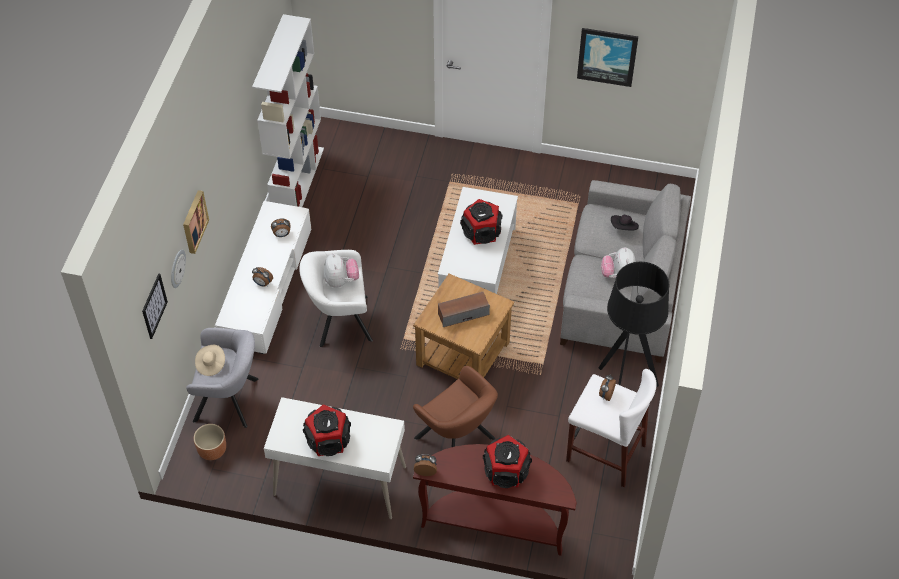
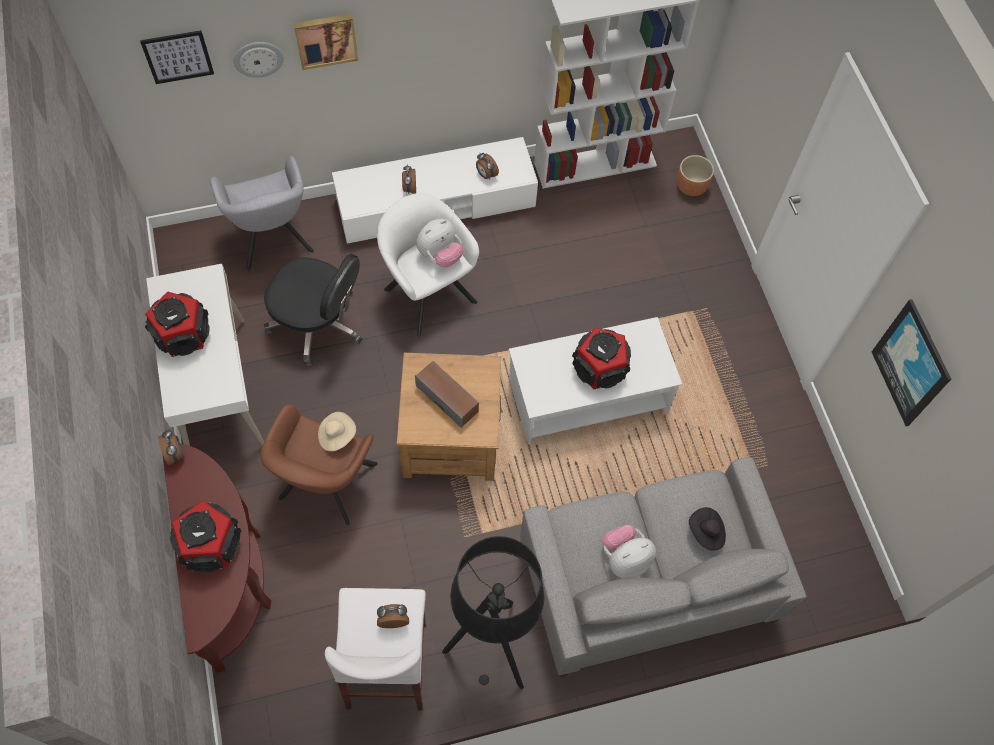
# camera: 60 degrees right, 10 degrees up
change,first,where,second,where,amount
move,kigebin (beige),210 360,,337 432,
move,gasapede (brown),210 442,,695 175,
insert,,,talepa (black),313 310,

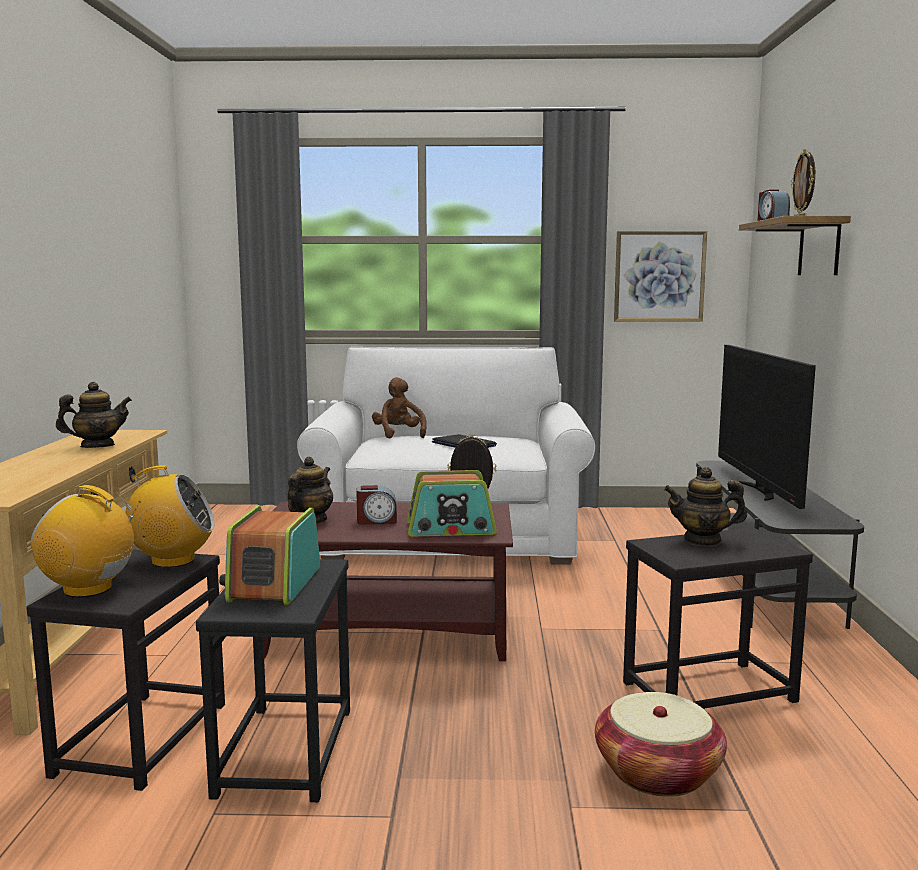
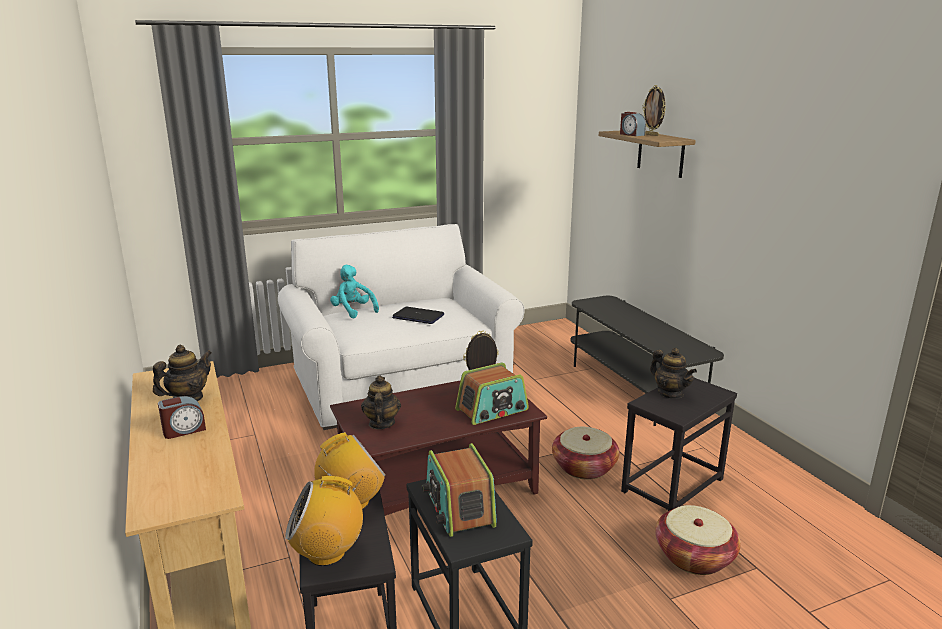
# camera: 25 degrees left, 10 degrees up
change,first,where,second,where,amount
delete,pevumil,660 276,,,
delete,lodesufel,767 427,,,
recolor,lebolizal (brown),399 408,lebolizal (turquoise),354 291,
rotate,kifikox,705 506,,673 373,105 degrees counterclockwise
move,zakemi,376 504,,182 417,
insert,,,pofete,586 453,

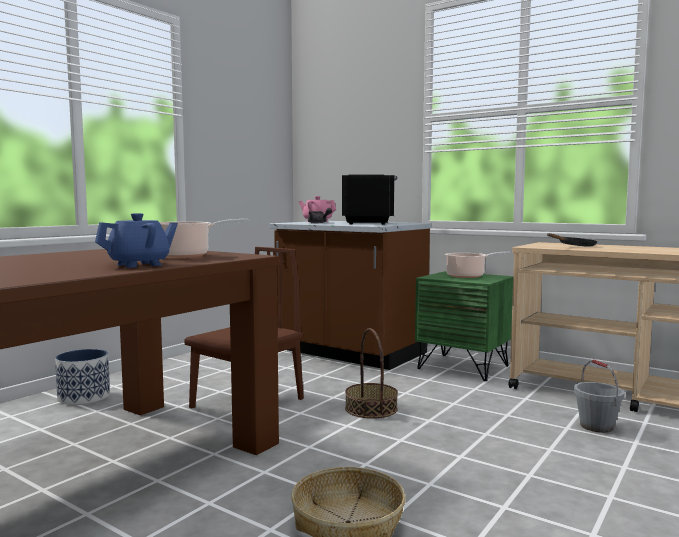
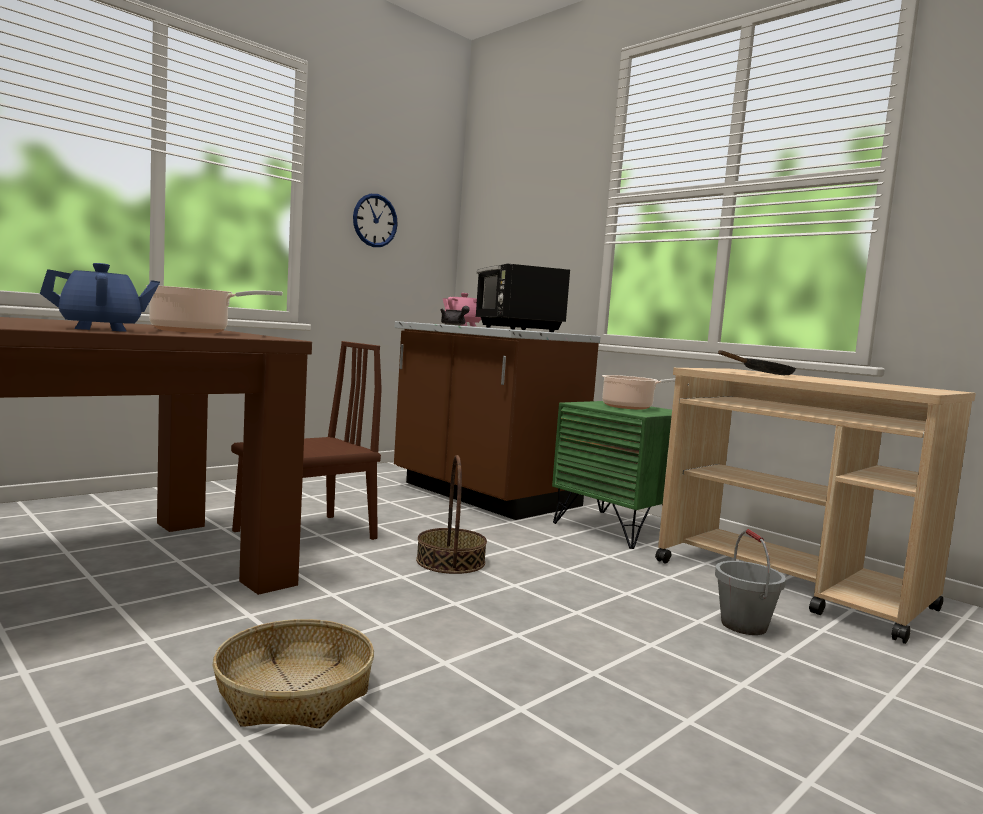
# camera: 10 degrees right, 0 degrees up
change,first,where,second,where,amount
rotate,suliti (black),369 200,,522 298,150 degrees clockwise
delete,gasapede,82 377,,,
insert,,,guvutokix,375 220,

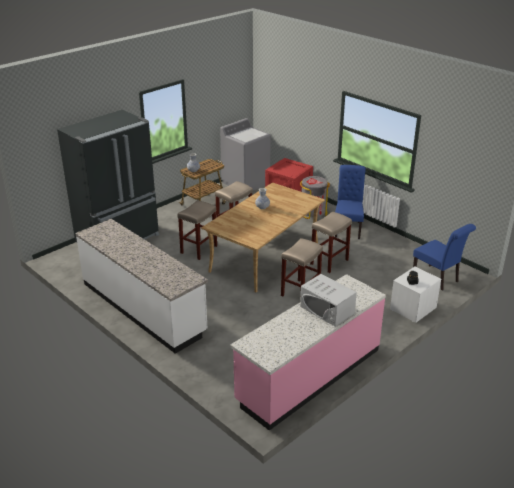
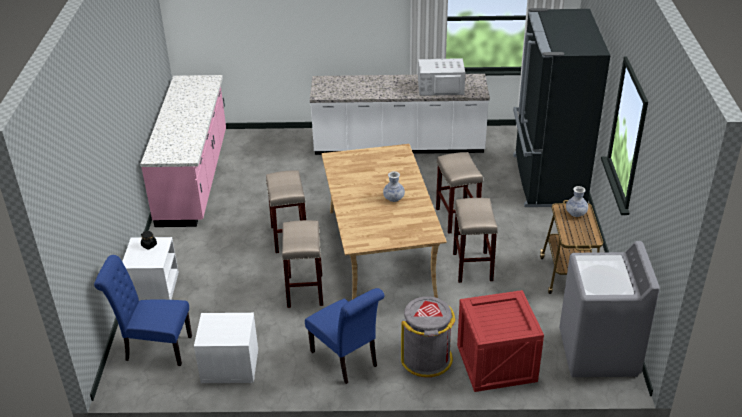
# camera: 135 degrees right, 5 degrees up
change,first,where,second,where,amount
move,suliti (white),328 300,,441 77,
insert,,,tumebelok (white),226 348,

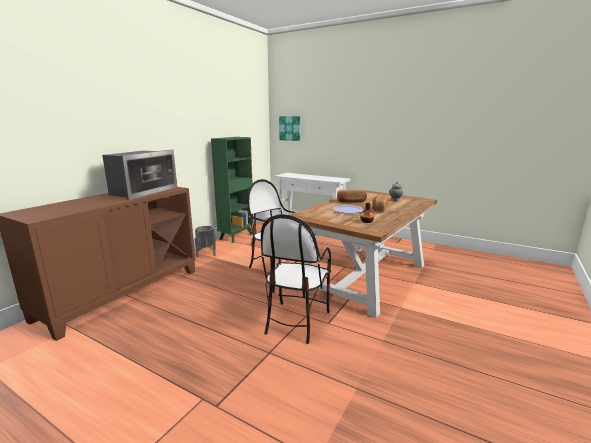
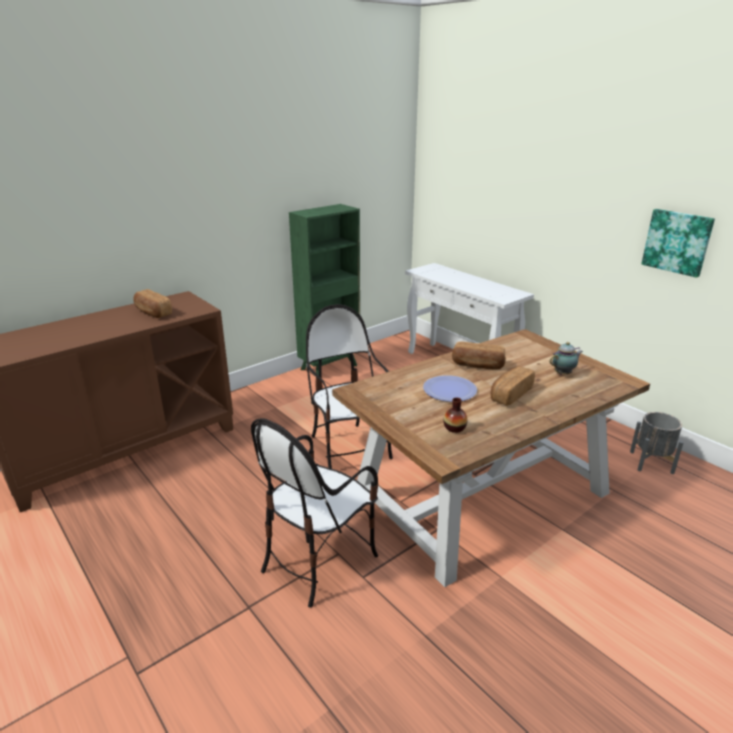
# camera: 20 degrees right, 10 degrees up
change,first,where,second,where,amount
move,pevumil,289 128,,678 243,
replace,suliti,139 175,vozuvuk,152 303,
move,gasapede (grey),205 241,,657 443,

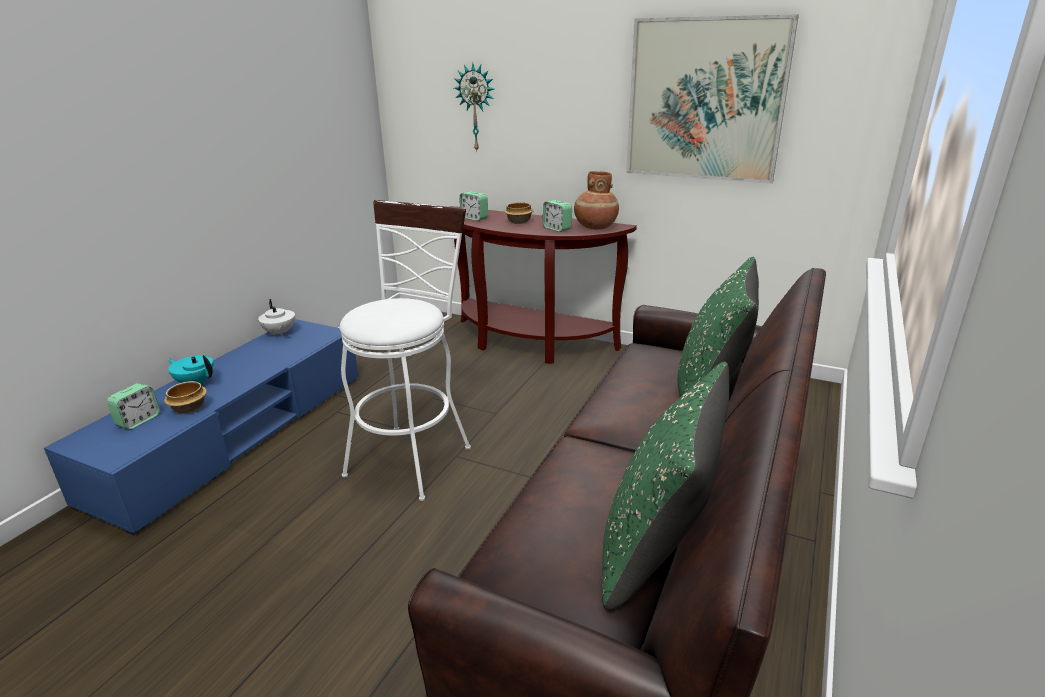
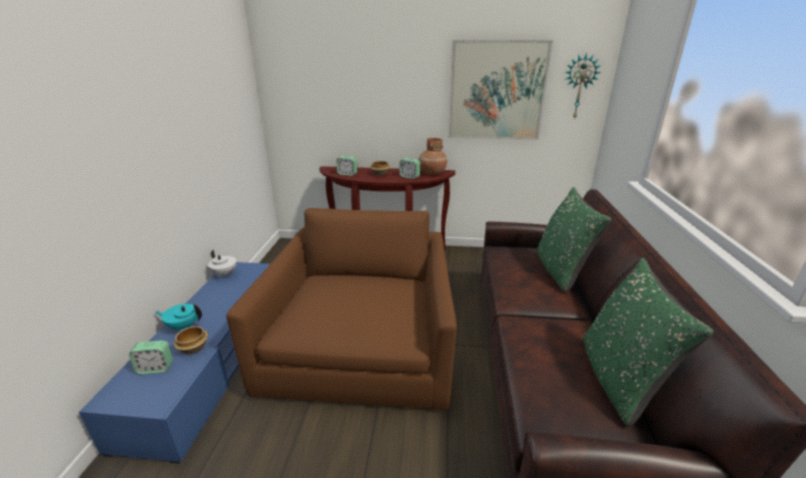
# camera: 20 degrees left, 0 degrees up
change,first,where,second,where,amount
move,guvutokix,474 108,,583 86,
replace,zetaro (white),405 350,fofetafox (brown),341 309,
rotate,zakemi,133 406,,151 357,75 degrees clockwise

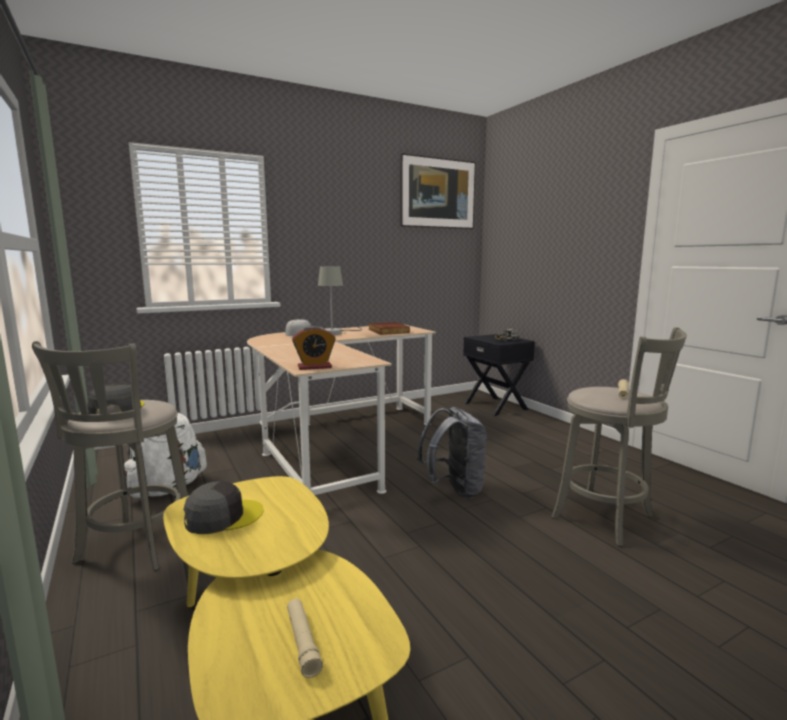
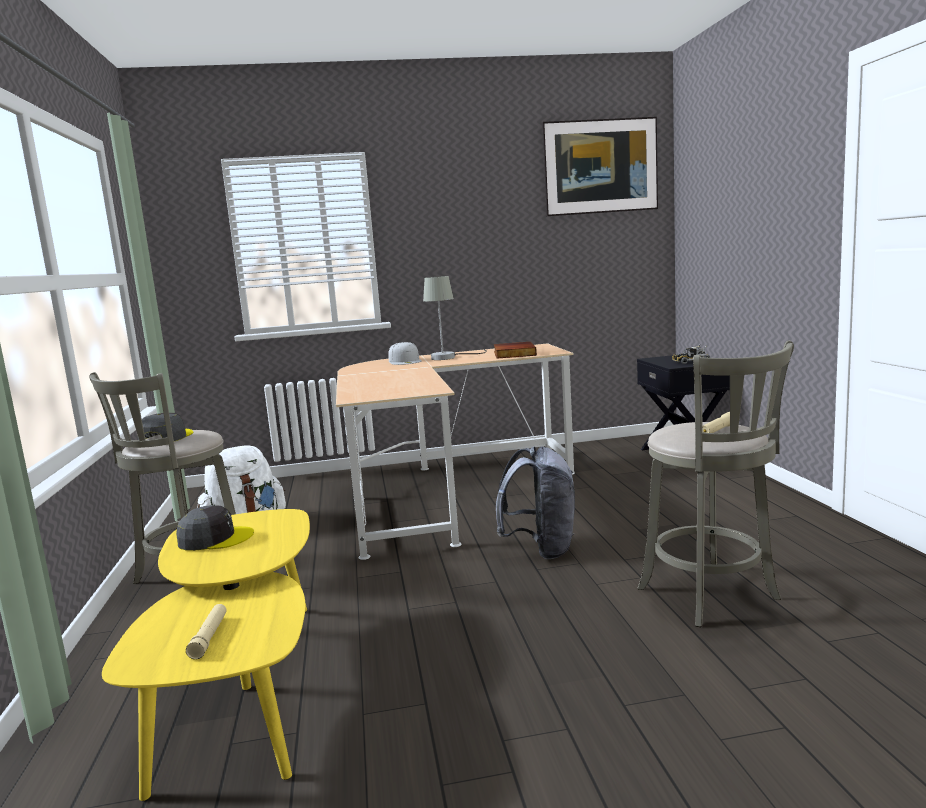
# camera: 20 degrees right, 0 degrees up
change,first,where,second,where,amount
delete,zakemi,314 348,,,

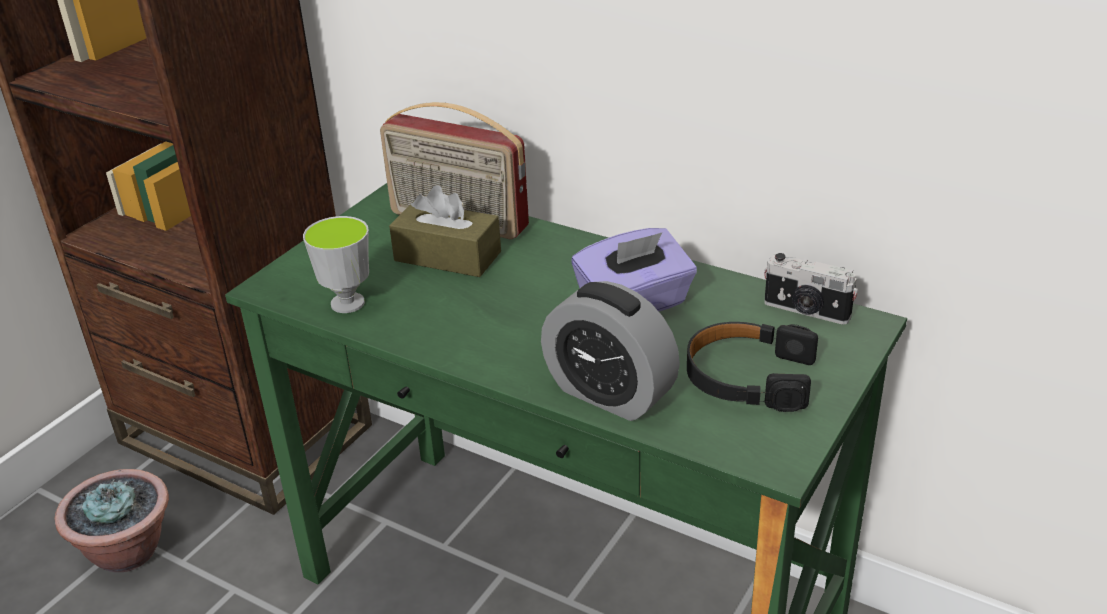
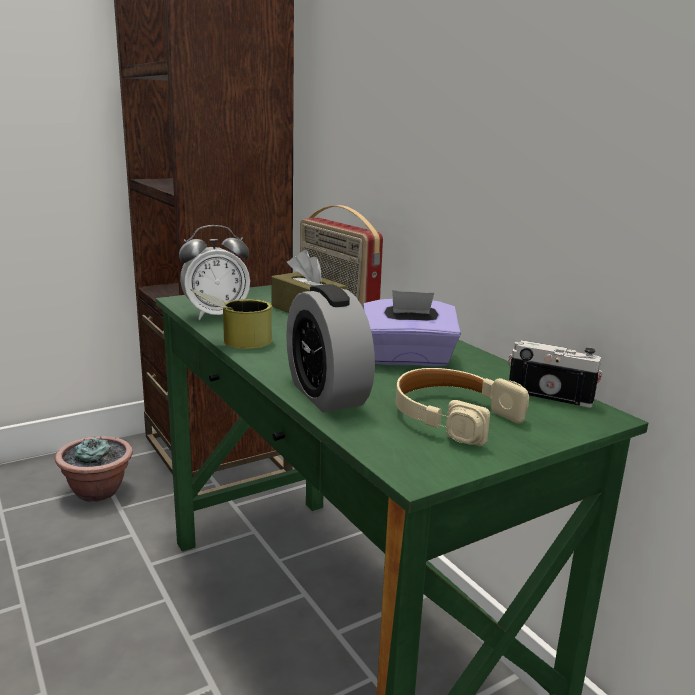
# camera: 25 degrees right, 15 degrees down
change,first,where,second,where,amount
replace,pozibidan,336 264,zakemi,214 272,
rotate,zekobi,811 289,,556 373,150 degrees clockwise
recolor,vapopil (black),752 367,vapopil (beige),462 407,
insert,,,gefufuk,231 319,

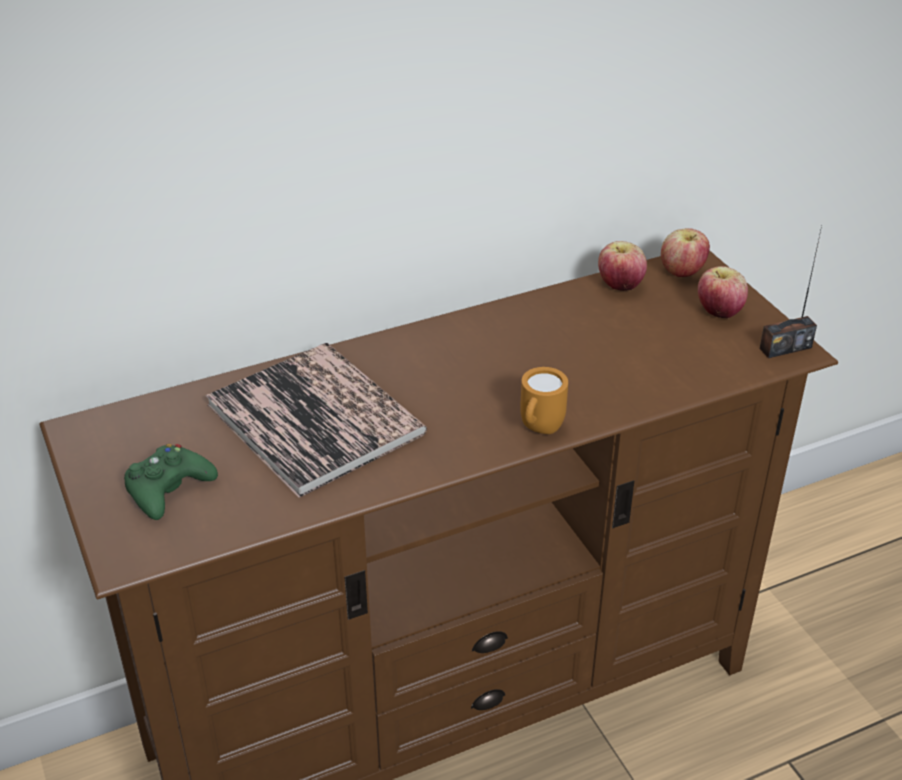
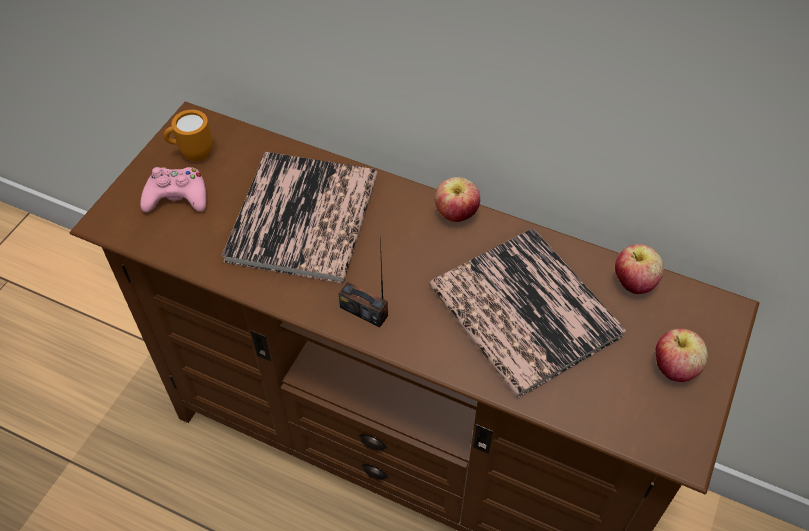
# camera: 50 degrees right, 15 degrees up
change,first,where,second,where,amount
move,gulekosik,791 292,,363 281,
move,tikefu,685 252,,457 199,
move,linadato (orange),544 400,,188 136,
recolor,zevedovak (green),171 482,zevedovak (pink),173 189,
insert,,,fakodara,527 313,

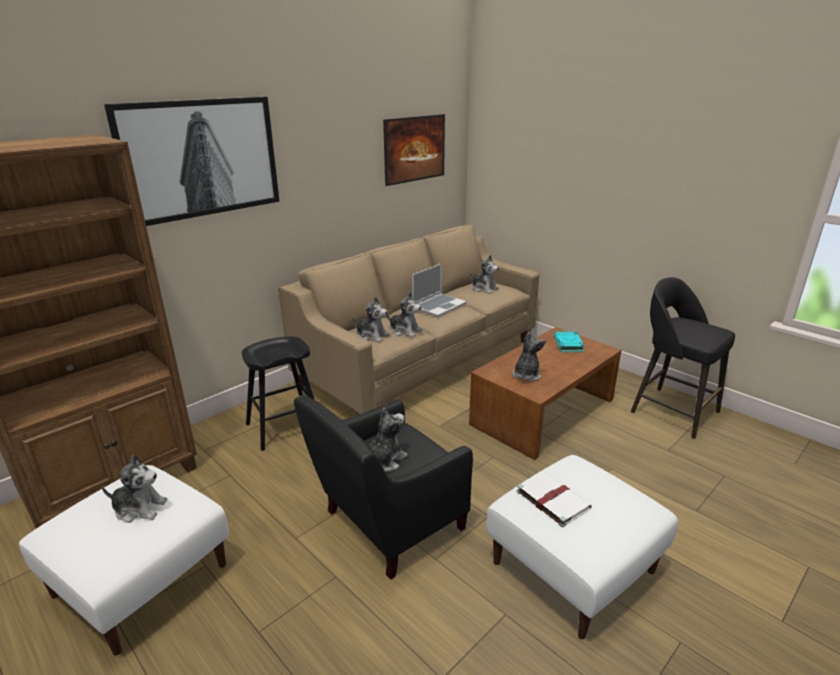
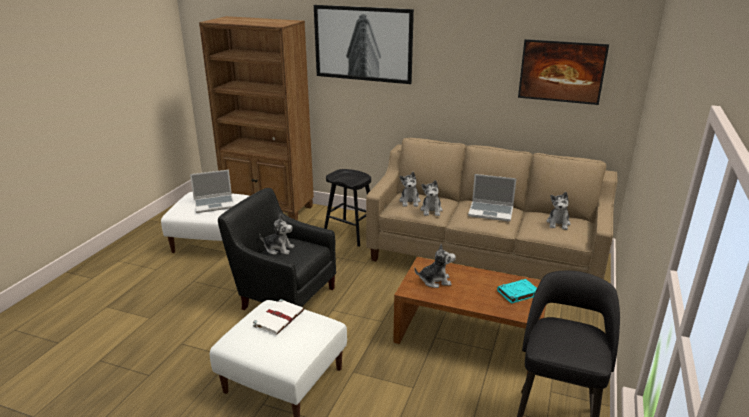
# camera: 65 degrees right, 0 degrees up
change,first,where,second,where,amount
replace,lebolizal,135 489,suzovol,212 191,

